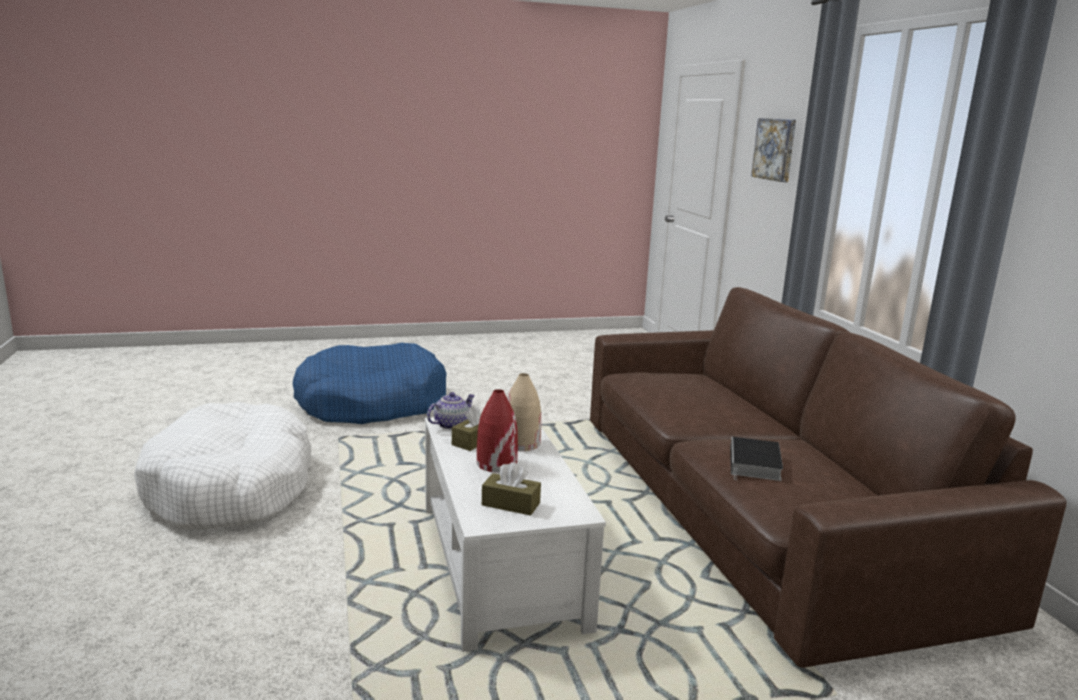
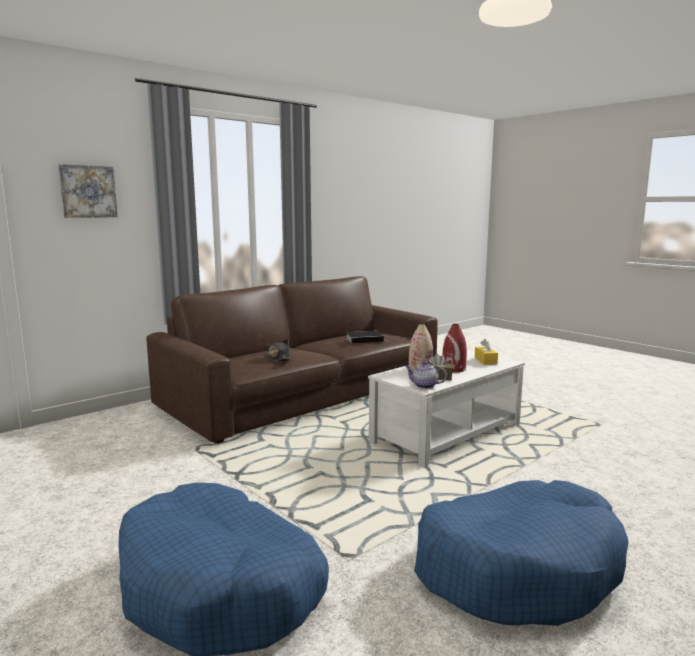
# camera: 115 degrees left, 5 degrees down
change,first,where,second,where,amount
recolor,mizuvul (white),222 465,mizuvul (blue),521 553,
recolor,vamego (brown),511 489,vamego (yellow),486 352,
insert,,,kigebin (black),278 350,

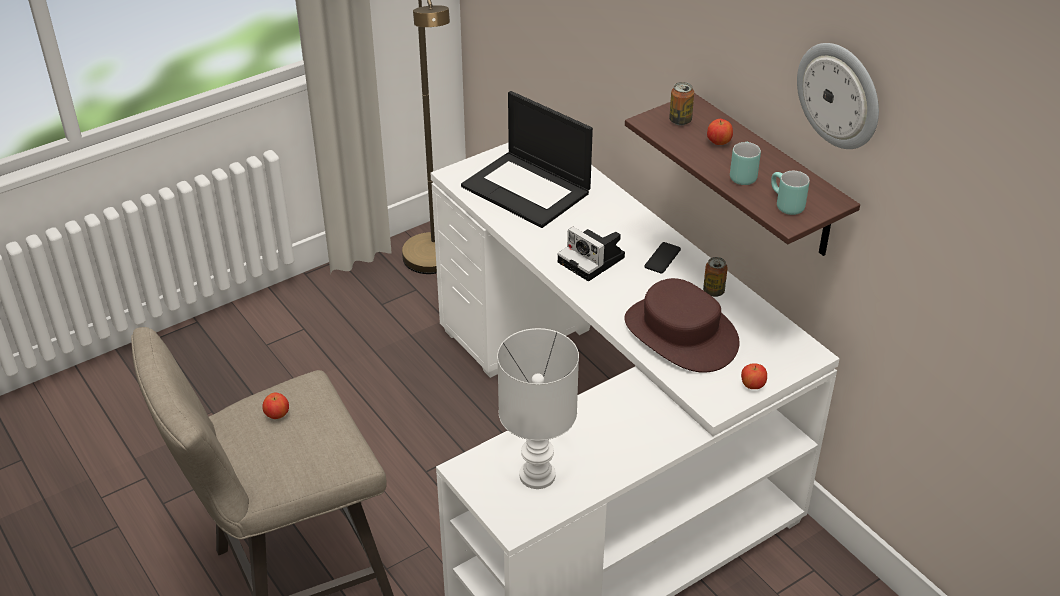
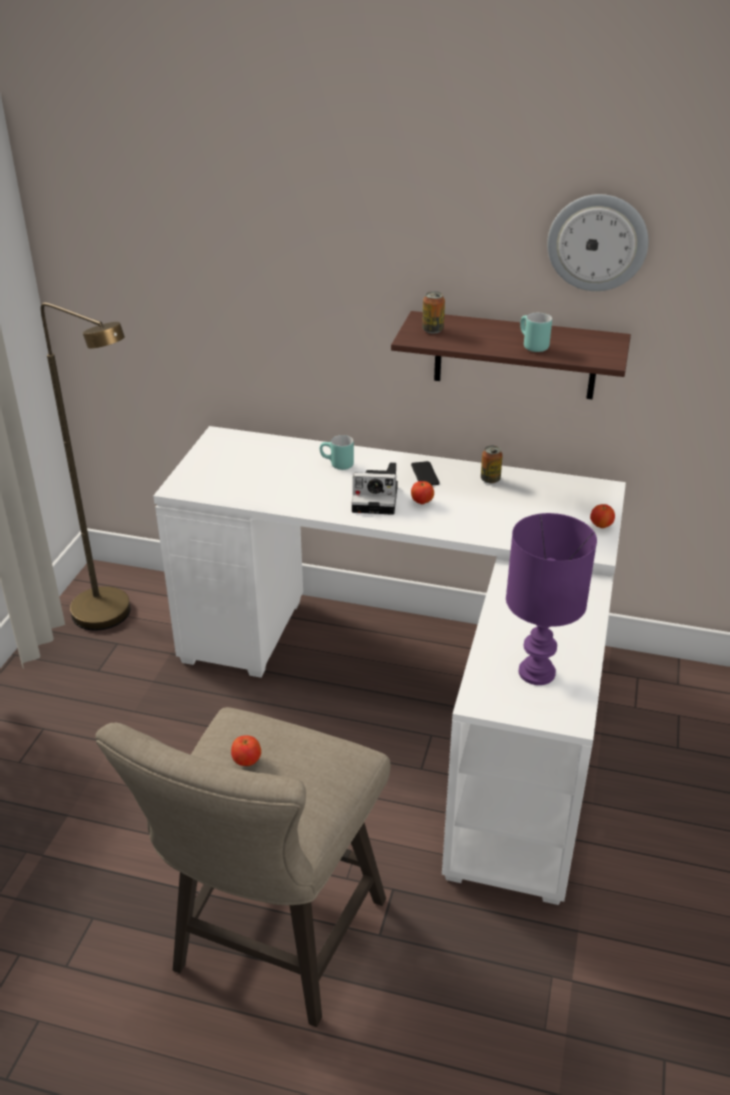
# camera: 40 degrees left, 5 degrees down
change,first,where,second,where,amount
delete,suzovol,527 159,,,
move,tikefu,720 132,,422 492,
move,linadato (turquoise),790 193,,337 452,
delete,kigebin (brown),682 325,,,
recolor,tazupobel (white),538 408,tazupobel (purple),551 599,

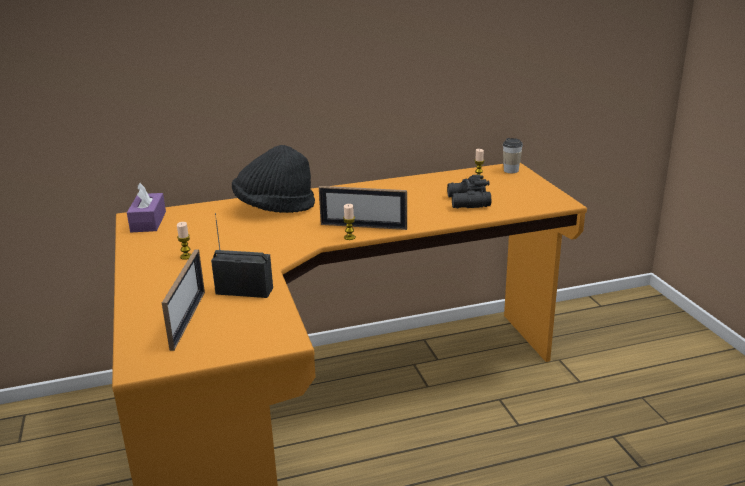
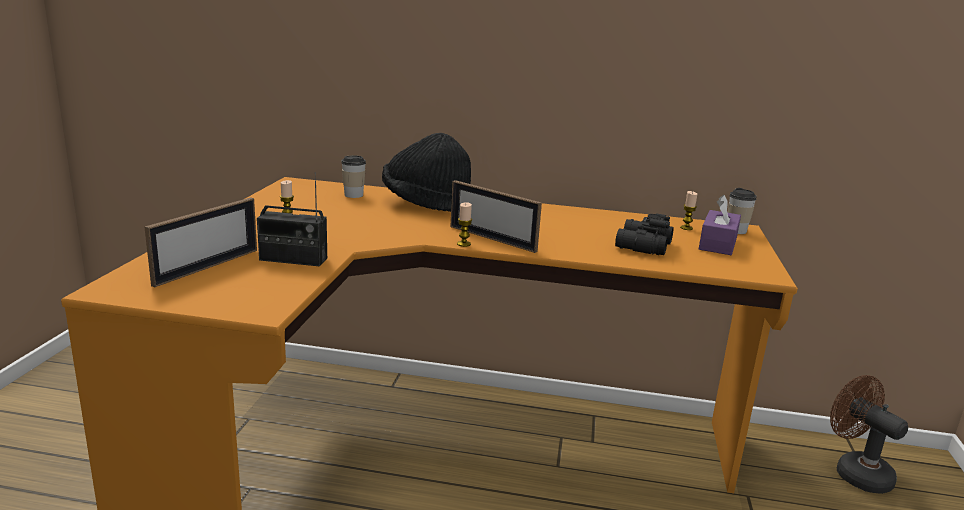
# camera: 25 degrees right, 5 degrees down
change,first,where,second,where,amount
move,vamego (purple),146 207,,720 225,
rotate,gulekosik,242 255,,292 219,150 degrees clockwise
insert,,,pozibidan,353 176,
insert,,,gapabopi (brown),869 434,

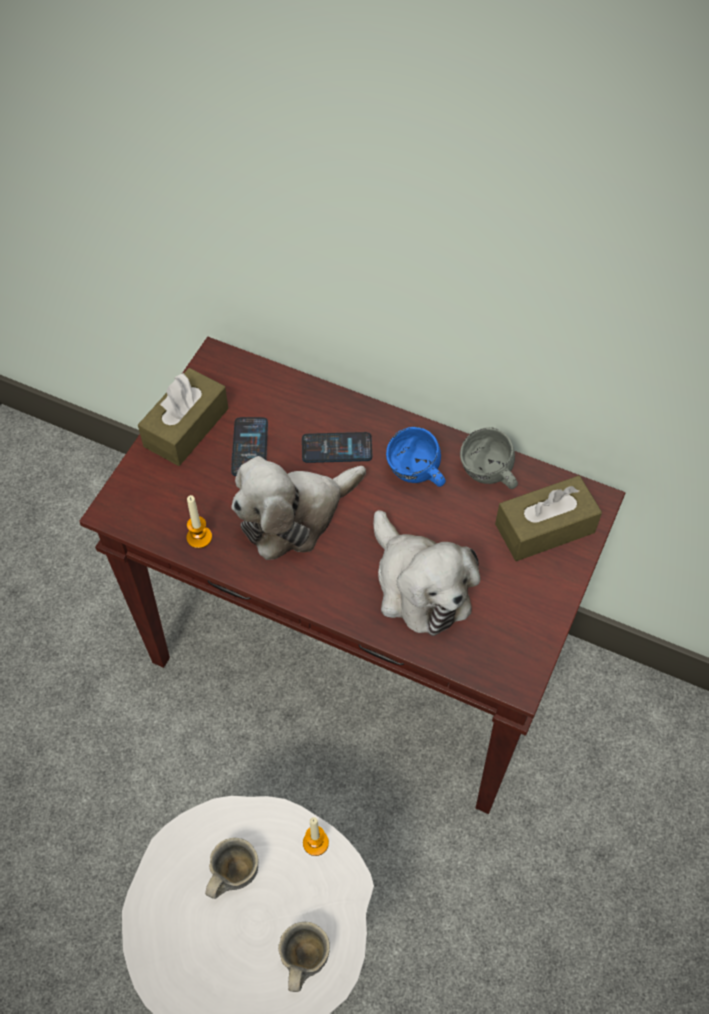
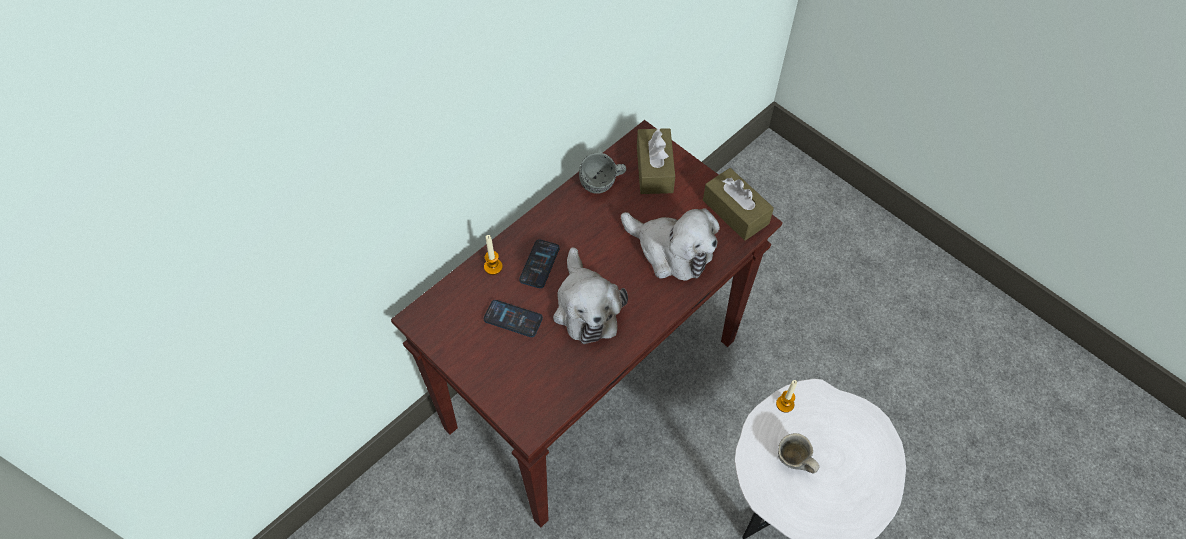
# camera: 70 degrees left, 0 degrees up
change,first,where,second,where,amount
move,vamego (brown),183 417,,738 204,
delete,linadato (blue),416 457,,,
move,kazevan,199 522,,493 255,
rotate,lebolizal,426 573,,670 244,45 degrees clockwise
delete,linadato (grey),304 957,,,

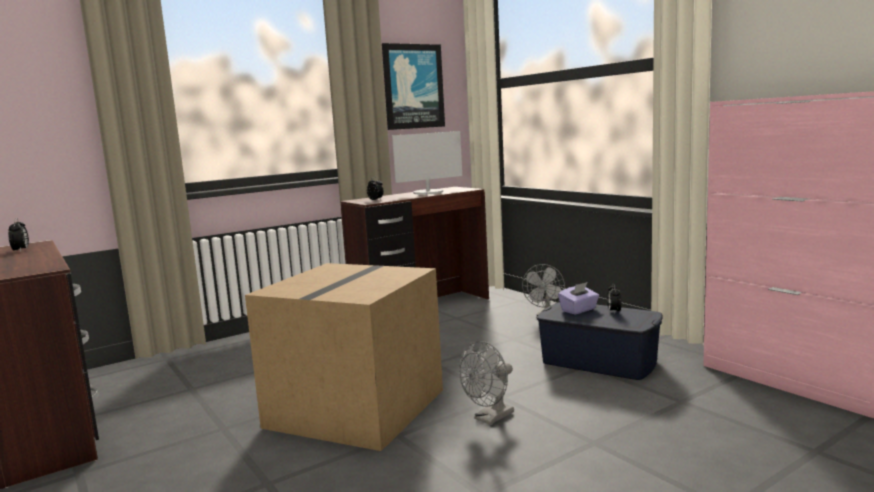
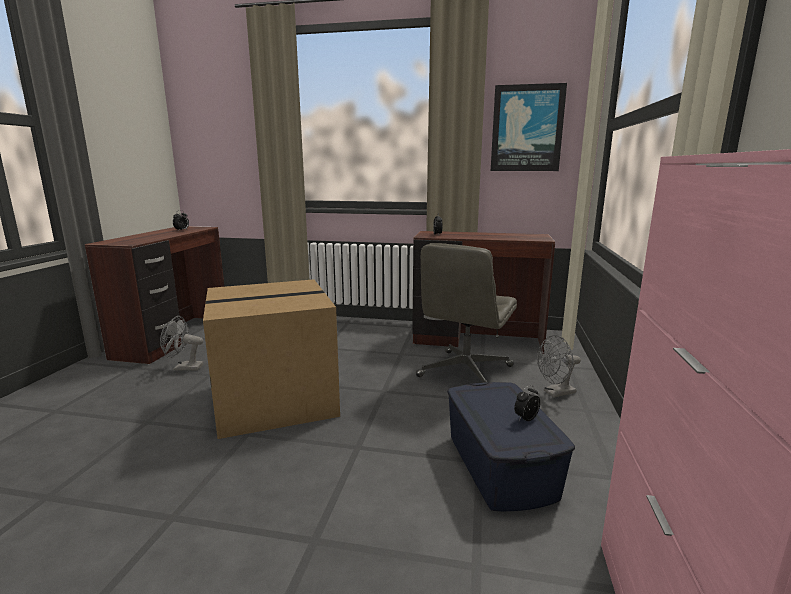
# camera: 45 degrees right, 5 degrees up
change,first,where,second,where,amount
delete,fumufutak,427 163,,,
delete,vamego (purple),578 298,,,
move,gapabopi (grey),486 383,,181 343,
insert,,,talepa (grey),466 313,

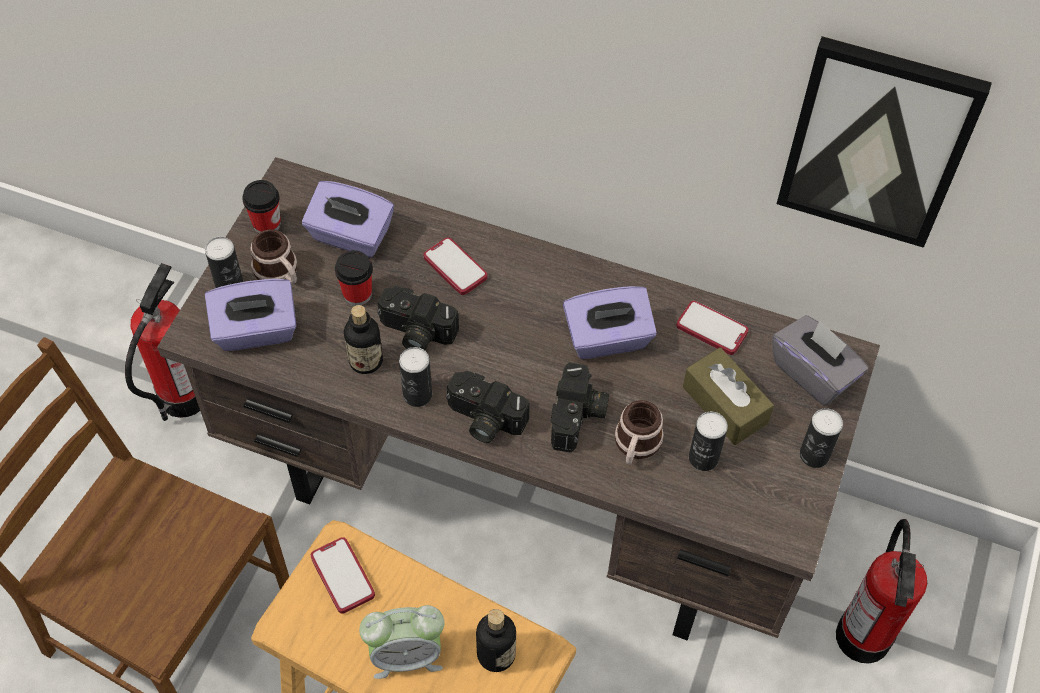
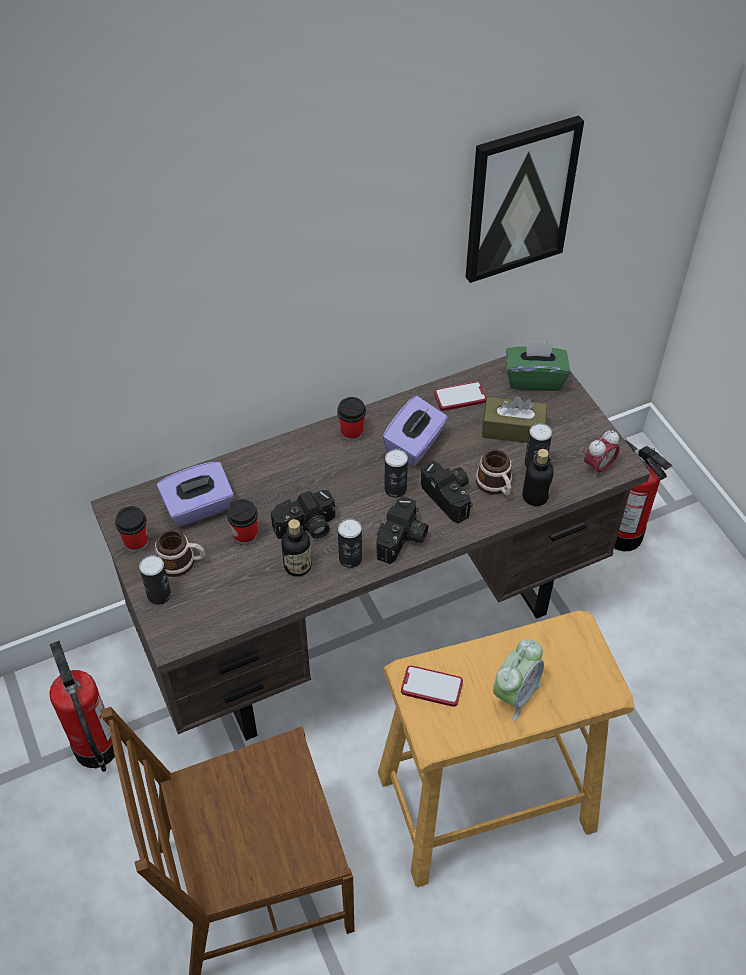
# camera: 45 degrees left, 5 degrees down
change,first,where,second,where,amount
delete,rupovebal,455 266,,,
delete,vamego (purple),251 315,,,
recolor,vamego (grey),820 360,vamego (green),538 365,
rotate,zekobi,488 407,,402 530,45 degrees counterclockwise
move,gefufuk,821 438,,396 473,
move,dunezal,496 640,,538 477,
insert,,,pozibidan,351 419,
insert,,,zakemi,602 453,

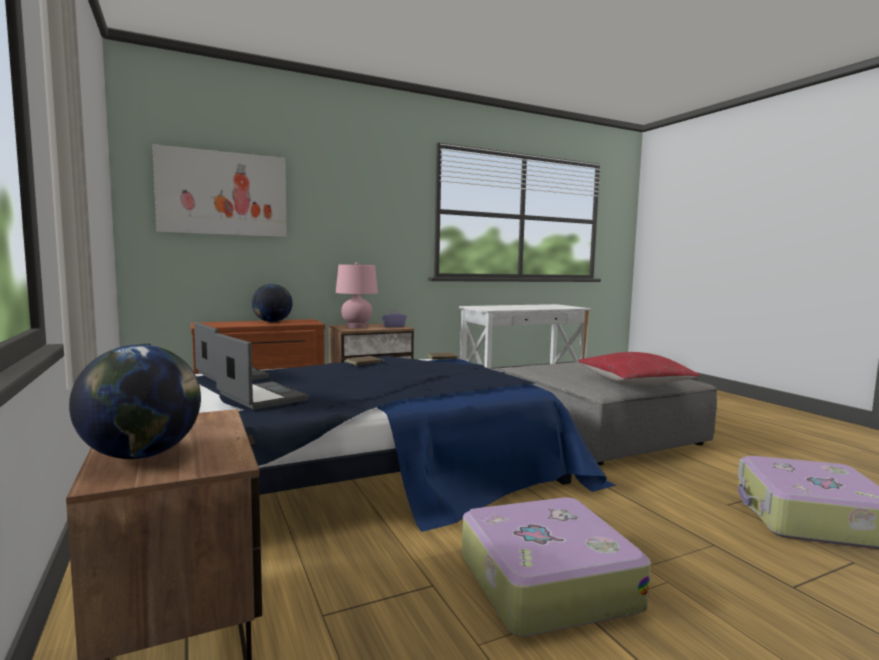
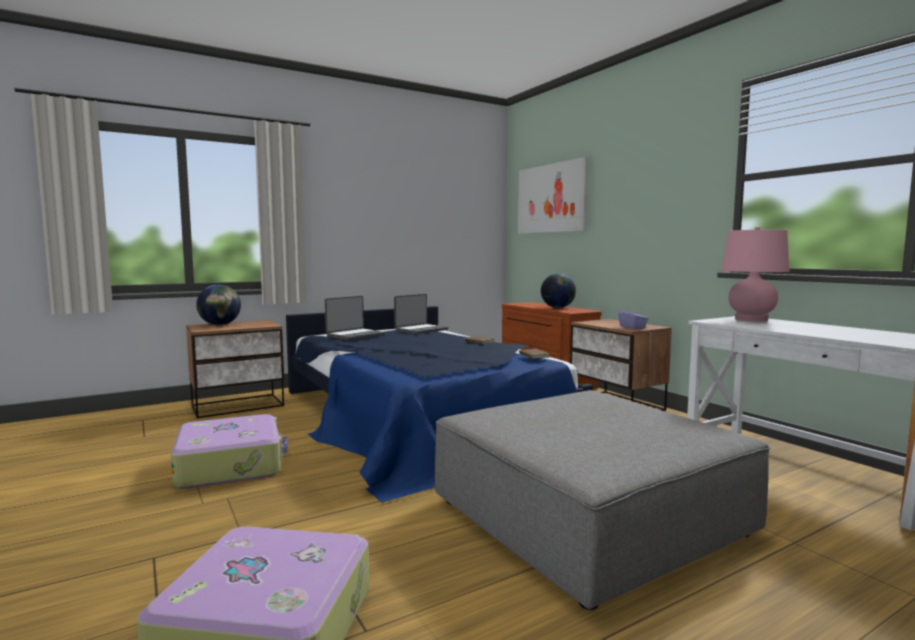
# camera: 85 degrees right, 0 degrees up
change,first,where,second,where,amount
move,tazupobel (pink),357 295,,755 274,
delete,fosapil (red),639 368,,,

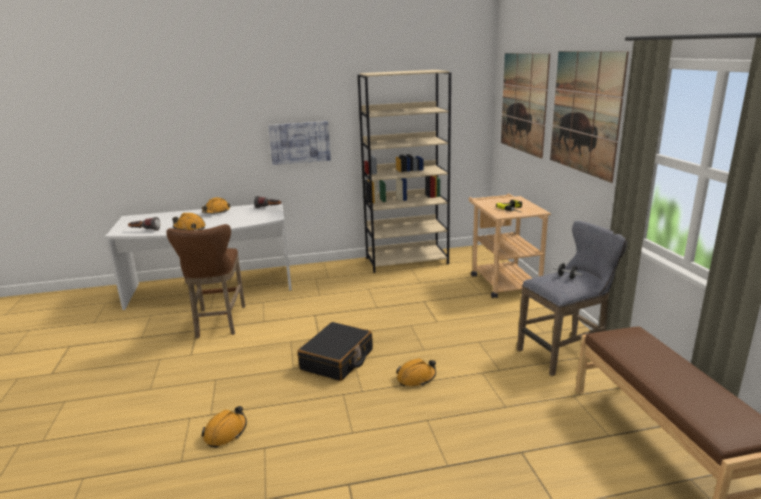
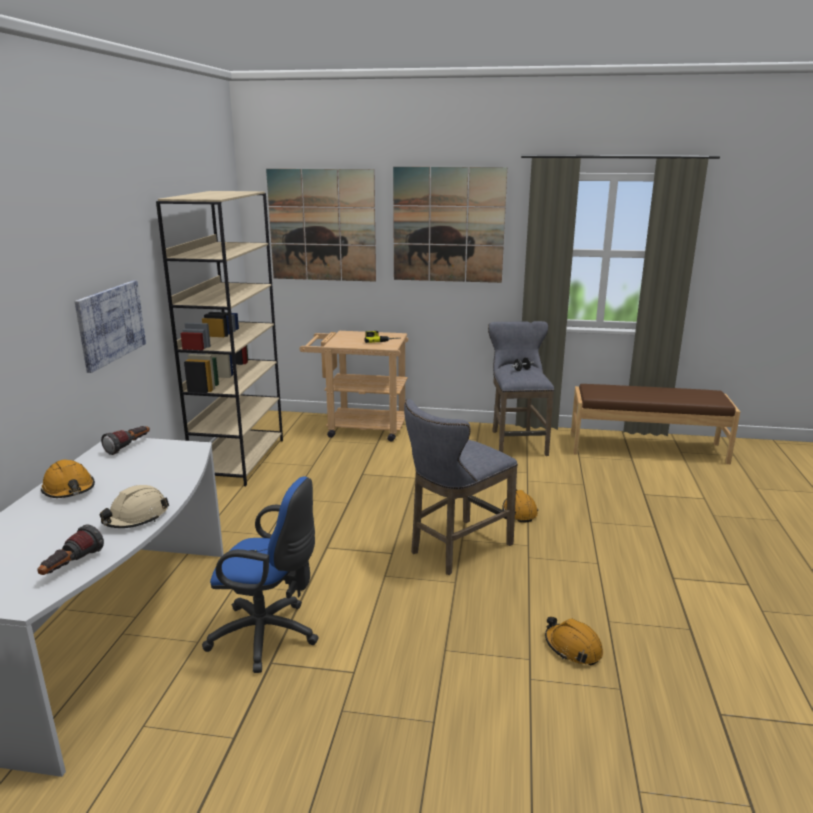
# camera: 70 degrees left, 0 degrees up
change,first,where,second,where,amount
recolor,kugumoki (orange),189 221,kugumoki (beige),134 506,
replace,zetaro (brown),205 281,talepa (blue),260 575,
replace,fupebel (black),335 351,zetaro (grey),461 487,

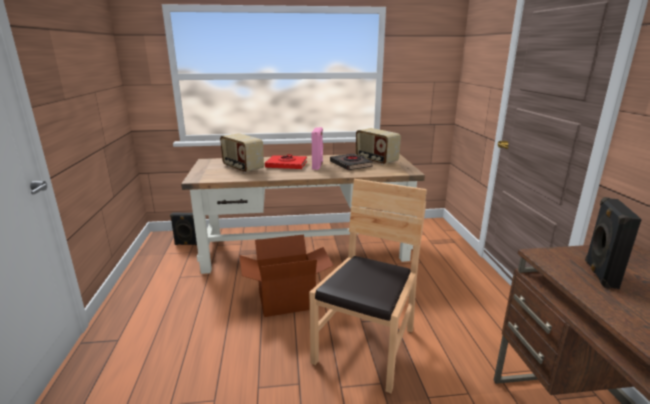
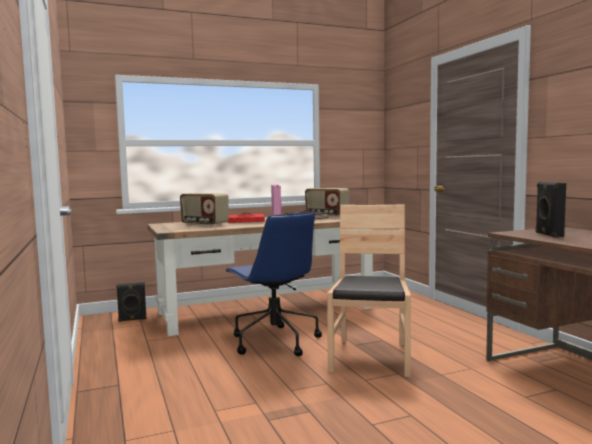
# camera: 15 degrees left, 15 degrees down
change,first,where,second,where,amount
replace,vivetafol,286 275,talepa (blue),273 284,

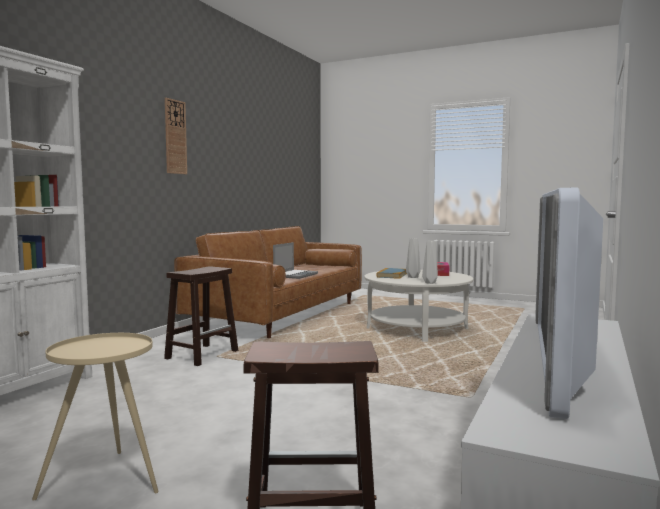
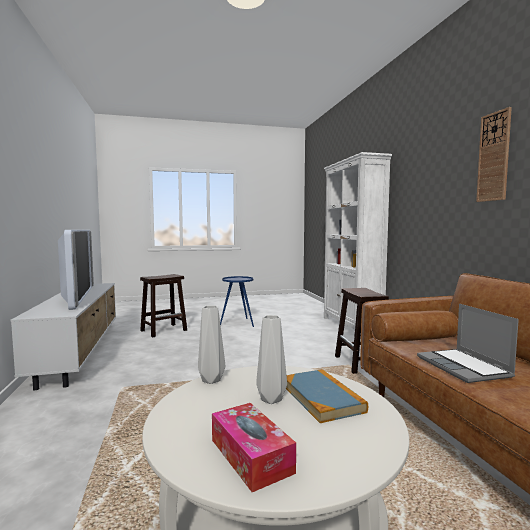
# camera: 140 degrees right, 0 degrees up
change,first,where,second,where,amount
recolor,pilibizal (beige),95 417,pilibizal (blue),237 301,

